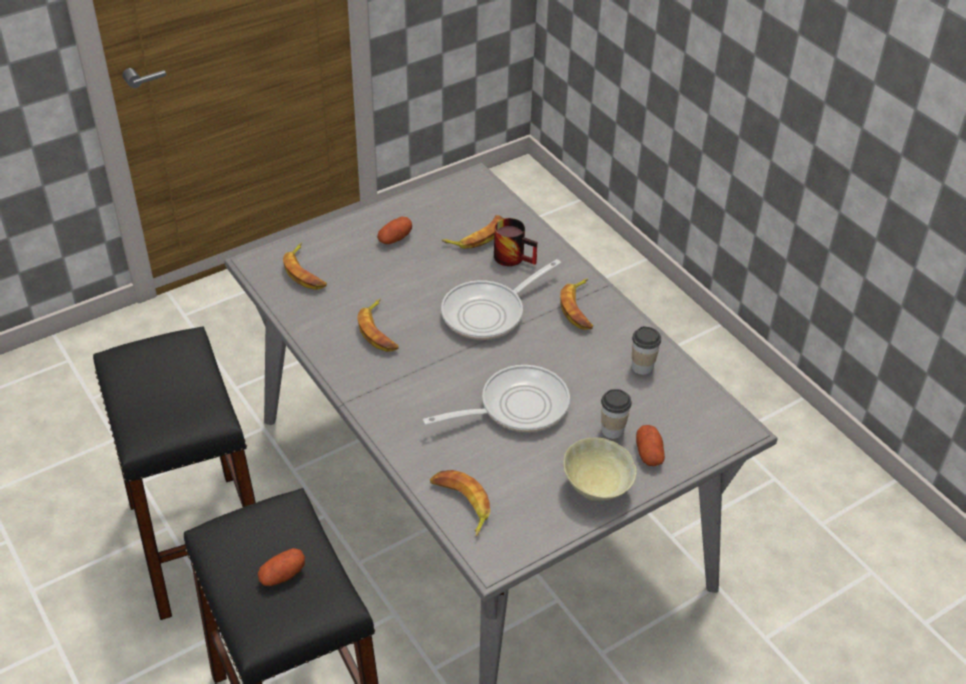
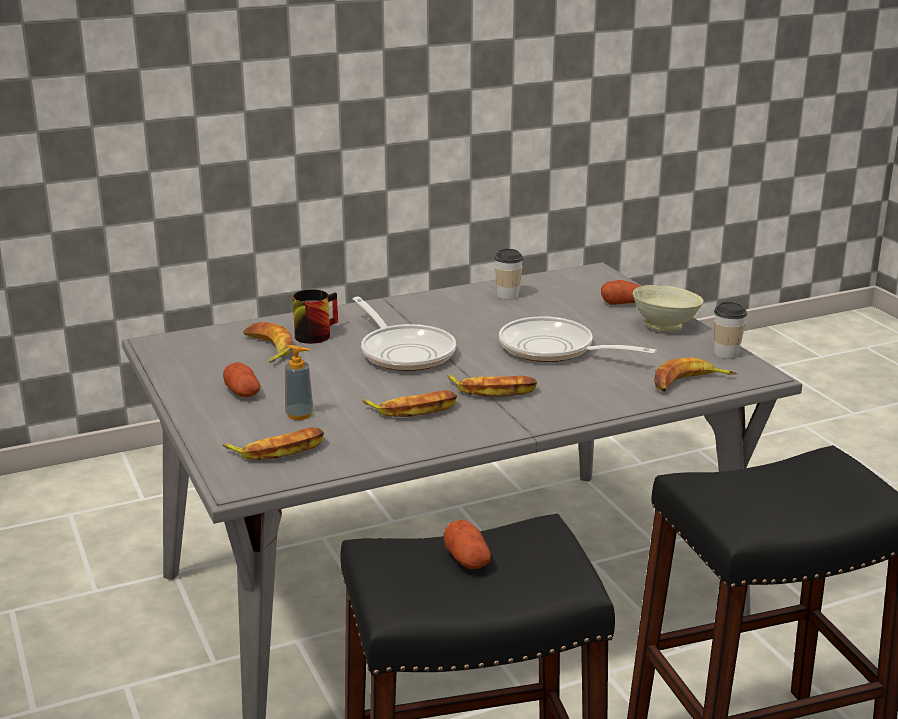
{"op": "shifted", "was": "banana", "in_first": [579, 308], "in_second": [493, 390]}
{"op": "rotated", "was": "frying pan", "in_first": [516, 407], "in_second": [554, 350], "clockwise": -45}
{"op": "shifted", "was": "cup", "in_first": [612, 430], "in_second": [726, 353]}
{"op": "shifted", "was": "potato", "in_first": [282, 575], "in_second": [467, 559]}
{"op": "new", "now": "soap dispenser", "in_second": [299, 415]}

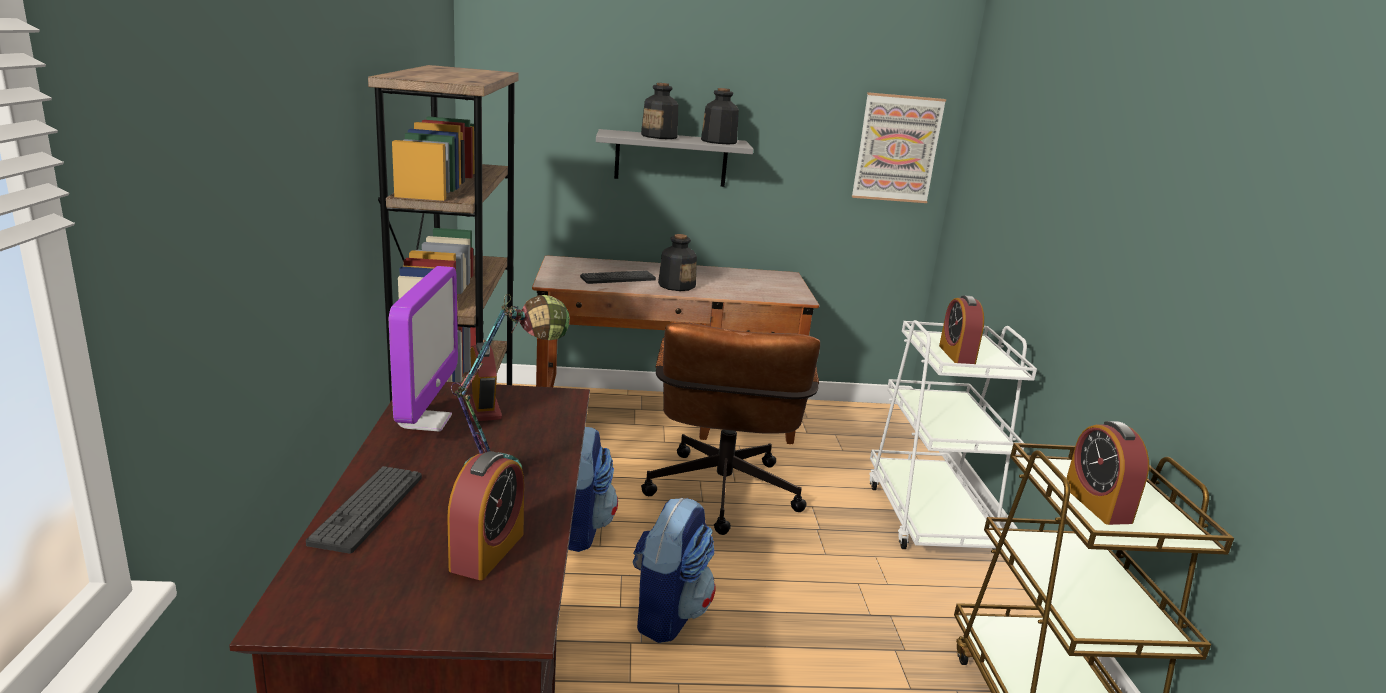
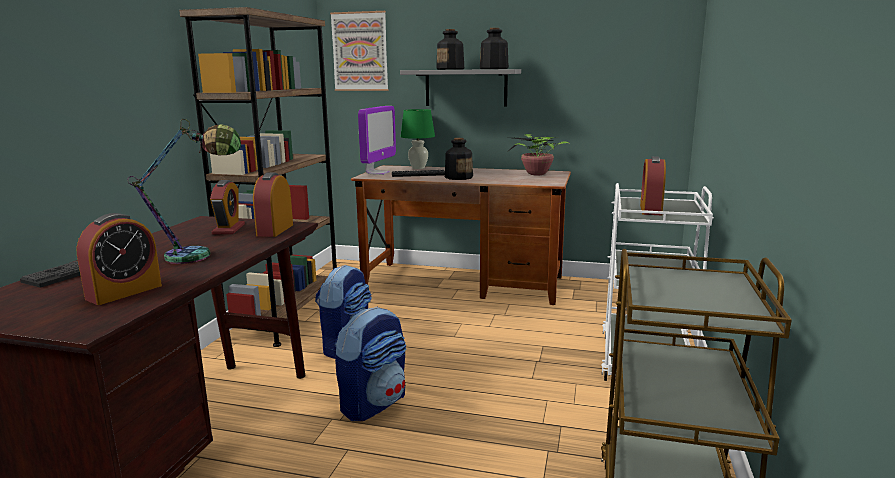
{"op": "shifted", "was": "picture", "in_first": [897, 148], "in_second": [360, 51]}
{"op": "shifted", "was": "monitor", "in_first": [425, 421], "in_second": [377, 173]}
{"op": "gone", "was": "brown office chair", "in_first": [721, 499]}
{"op": "shifted", "was": "alarm clock", "in_first": [1097, 504], "in_second": [275, 230]}
{"op": "new", "now": "green table lamp", "in_second": [418, 168]}
{"op": "new", "now": "potted plant", "in_second": [535, 174]}

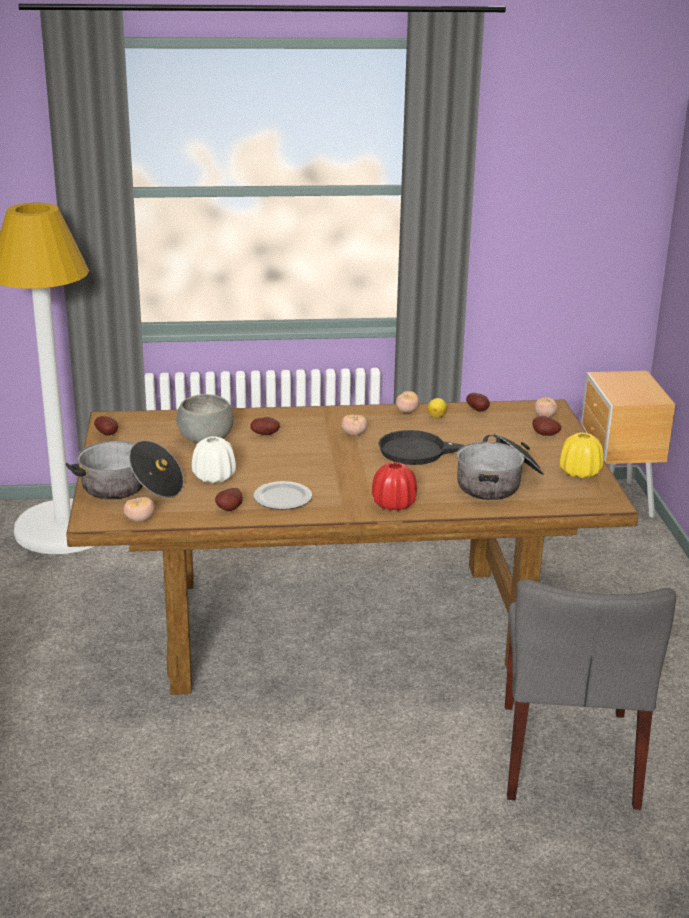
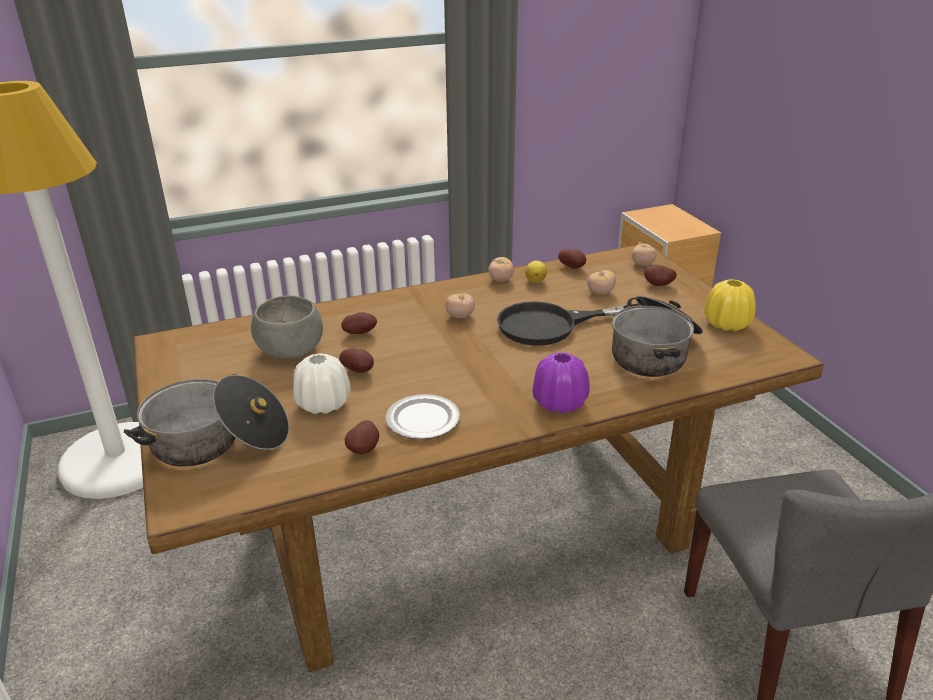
{"op": "shifted", "was": "potato", "in_first": [108, 434], "in_second": [359, 371]}
{"op": "repainted", "was": "red vase", "now": "purple vase", "in_first": [394, 504], "in_second": [559, 403]}
{"op": "shifted", "was": "tomato", "in_first": [139, 520], "in_second": [600, 292]}

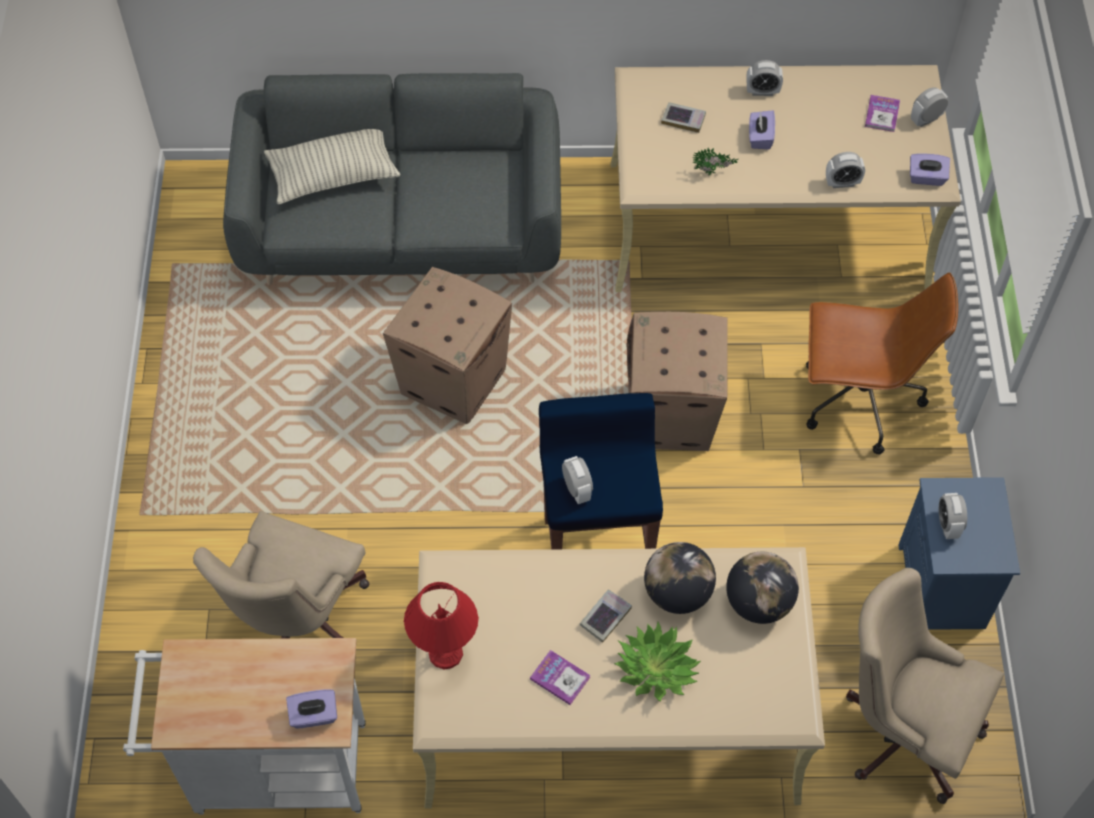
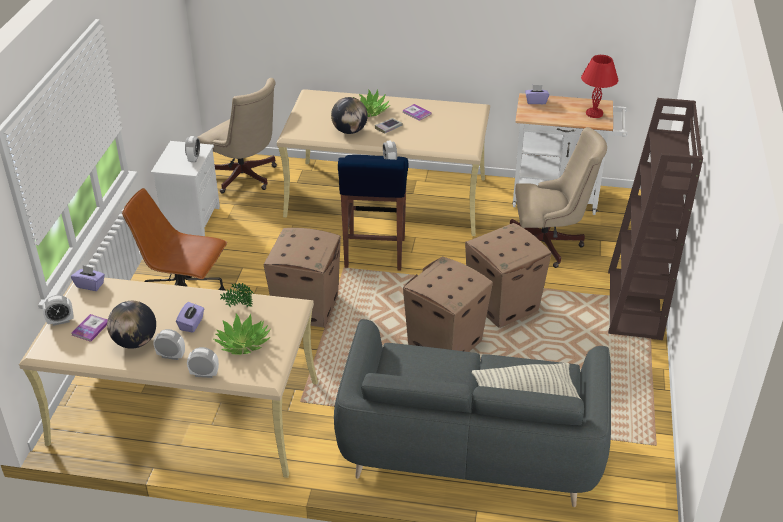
{"op": "swapped", "was": "book", "now": "potted plant", "in_first": [683, 119], "in_second": [243, 343]}
{"op": "shifted", "was": "alarm clock", "in_first": [842, 183], "in_second": [204, 374]}
{"op": "repainted", "was": "blue nightstand", "now": "white nightstand", "in_first": [943, 589], "in_second": [191, 219]}
{"op": "rotated", "was": "beige office chair", "in_first": [297, 622], "in_second": [549, 245], "clockwise": 60}
{"op": "shifted", "was": "globe", "in_first": [758, 603], "in_second": [135, 342]}
{"op": "shifted", "was": "red table lamp", "in_first": [444, 652], "in_second": [594, 114]}
{"op": "new", "now": "brown bookcase", "in_second": [635, 305]}
{"op": "new", "now": "cardboard box", "in_second": [503, 305]}

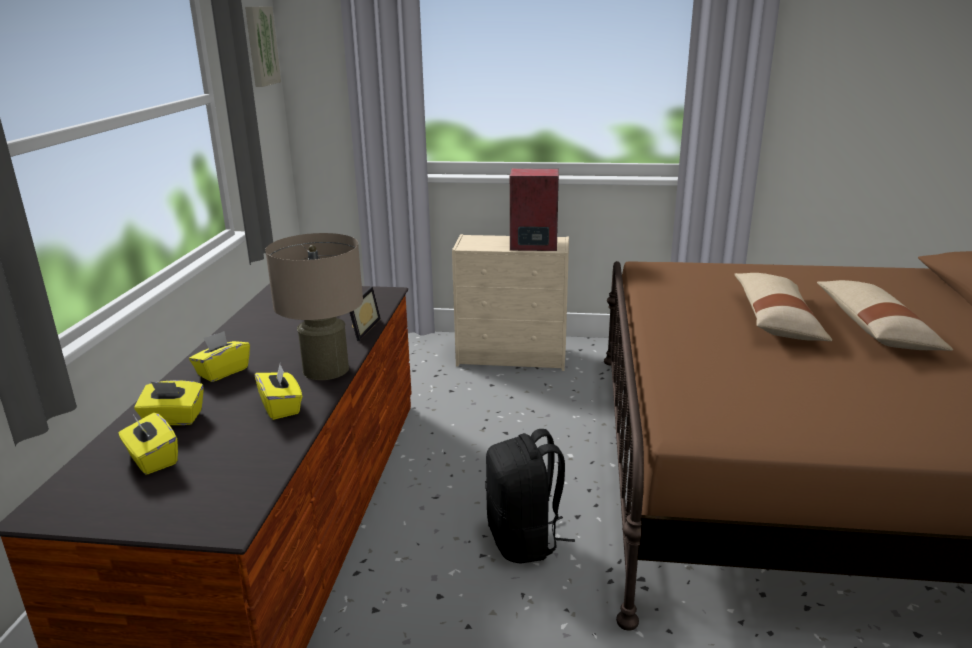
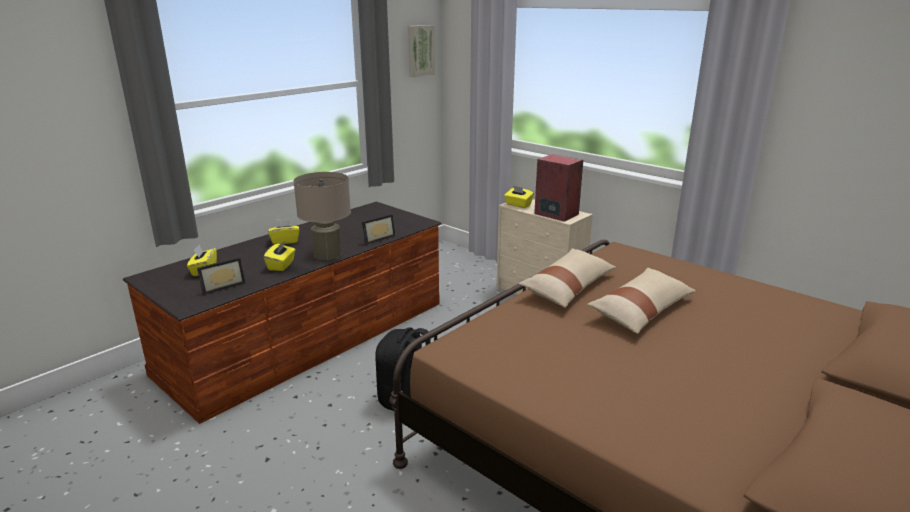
{"op": "shifted", "was": "beige pillow", "in_first": [875, 329], "in_second": [568, 287]}
{"op": "shifted", "was": "yellow tissue box", "in_first": [173, 419], "in_second": [518, 205]}
{"op": "new", "now": "picture frame", "in_second": [222, 286]}

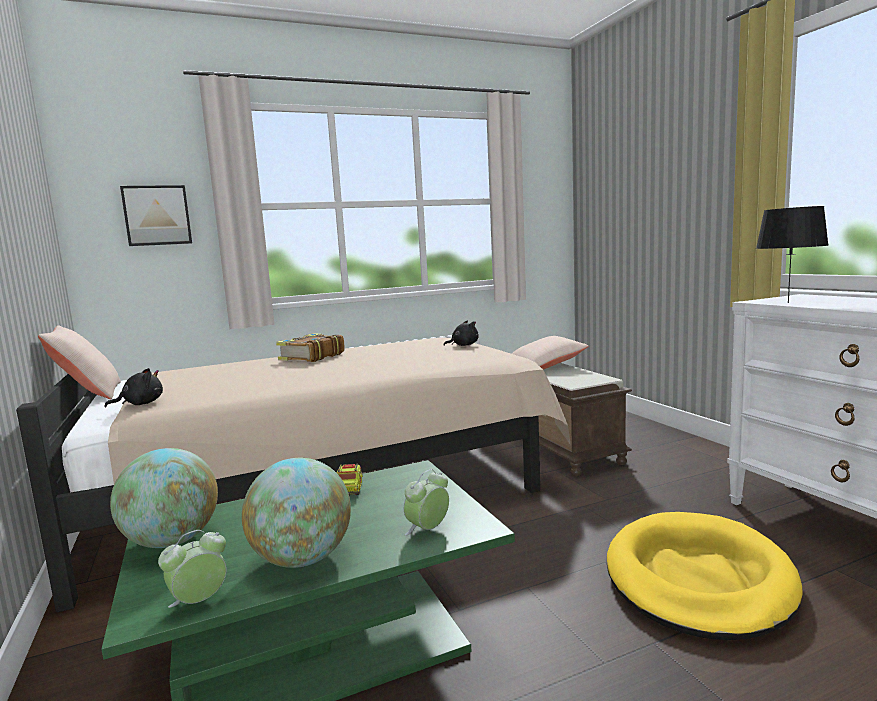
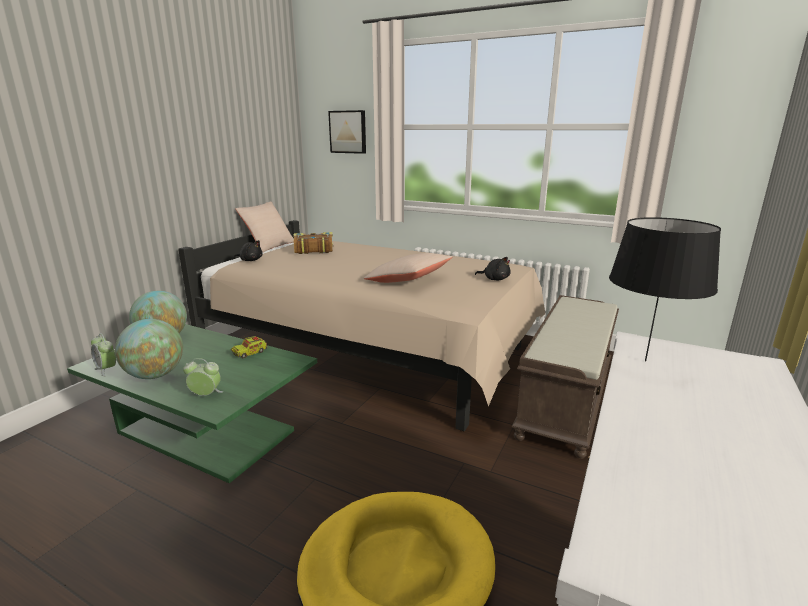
{"op": "shifted", "was": "book", "in_first": [311, 357], "in_second": [313, 249]}
{"op": "shifted", "was": "beige pillow", "in_first": [545, 365], "in_second": [408, 280]}
{"op": "rotated", "was": "alarm clock", "in_first": [199, 601], "in_second": [107, 369], "clockwise": -150}

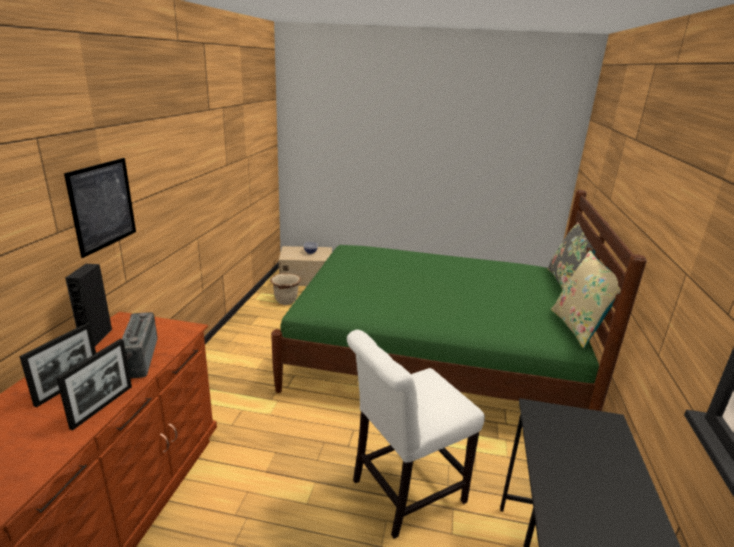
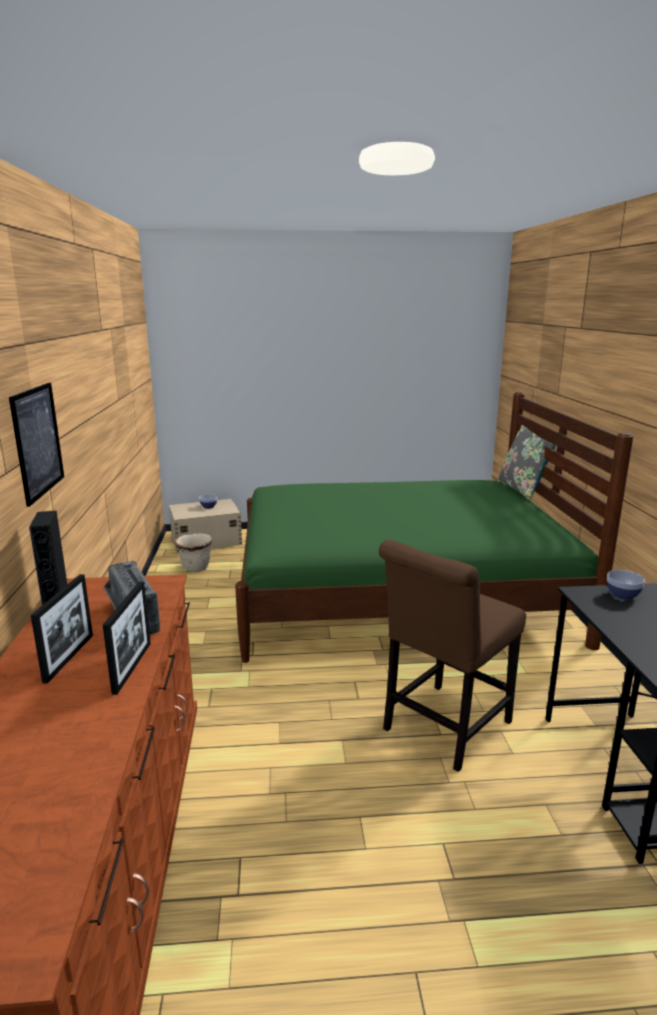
{"op": "gone", "was": "beige pillow", "in_first": [578, 328]}
{"op": "repainted", "was": "white chair", "now": "brown chair", "in_first": [403, 493], "in_second": [442, 729]}
{"op": "new", "now": "bowl", "in_second": [622, 595]}

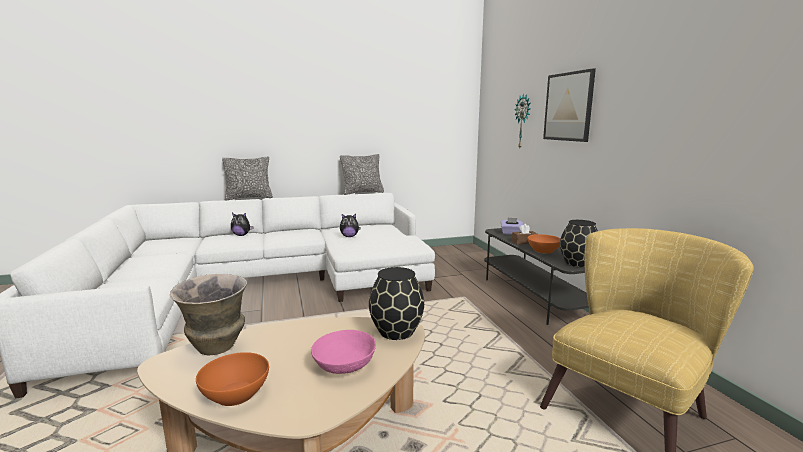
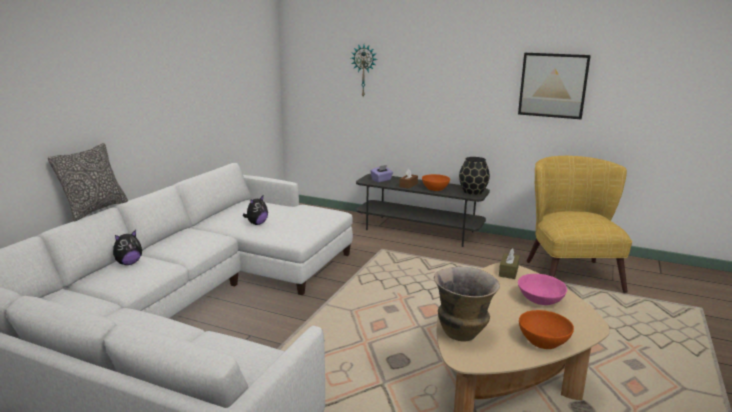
{"op": "shifted", "was": "picture", "in_first": [568, 107], "in_second": [553, 85]}
{"op": "gone", "was": "pillow", "in_first": [362, 192]}
{"op": "swapped", "was": "black vase", "now": "brown tissue box", "in_first": [397, 331], "in_second": [508, 271]}

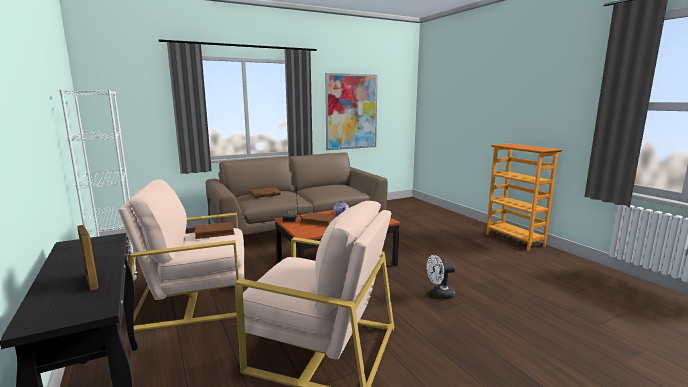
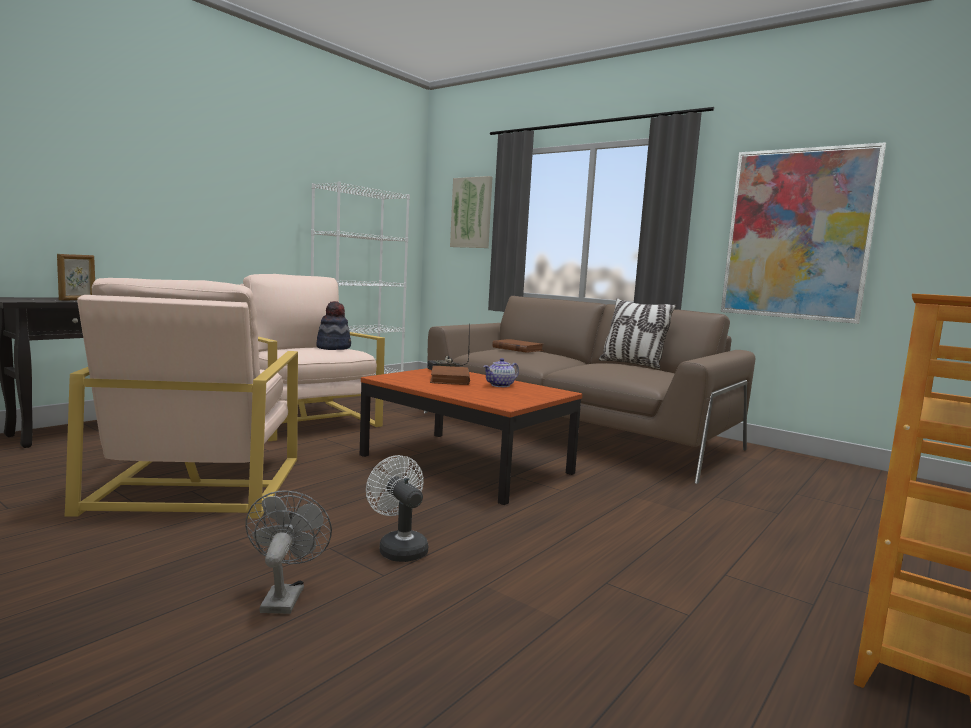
{"op": "swapped", "was": "brown book", "now": "hat", "in_first": [215, 232], "in_second": [333, 347]}
{"op": "new", "now": "picture", "in_second": [471, 213]}
{"op": "new", "now": "pillow", "in_second": [632, 364]}
{"op": "new", "now": "grey fan", "in_second": [284, 596]}

